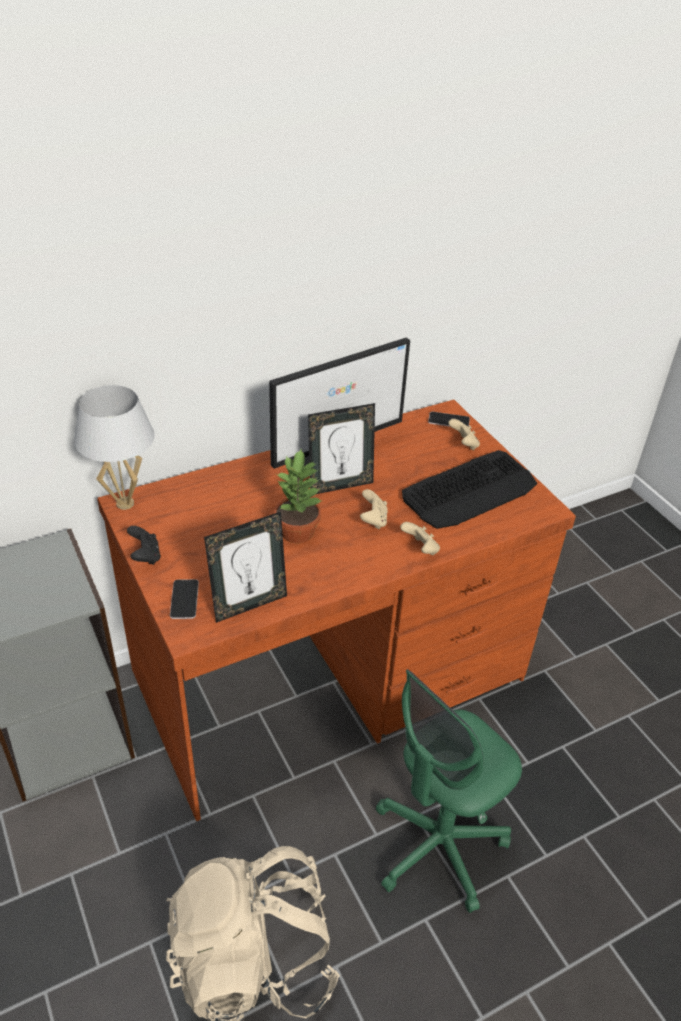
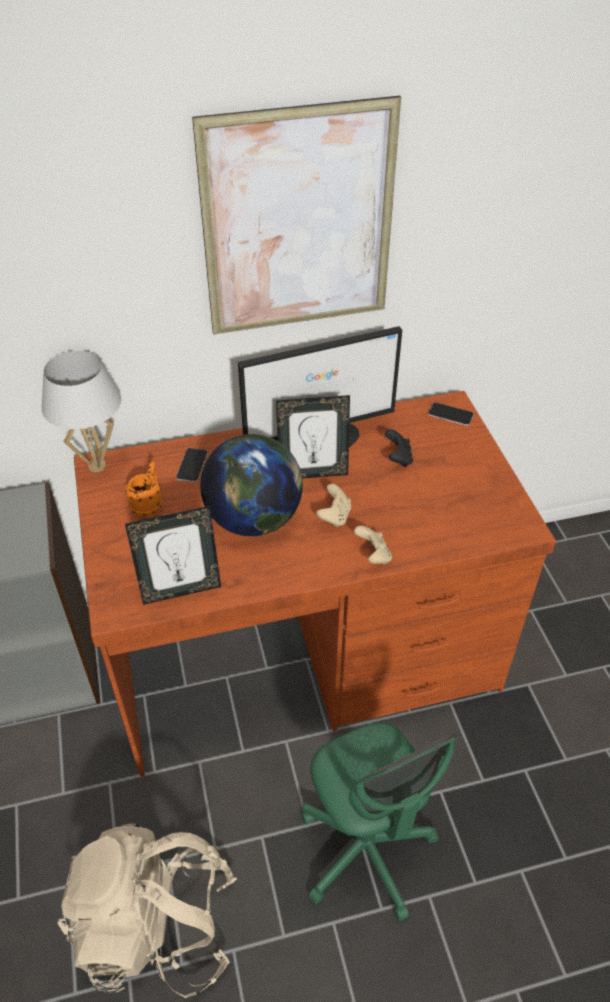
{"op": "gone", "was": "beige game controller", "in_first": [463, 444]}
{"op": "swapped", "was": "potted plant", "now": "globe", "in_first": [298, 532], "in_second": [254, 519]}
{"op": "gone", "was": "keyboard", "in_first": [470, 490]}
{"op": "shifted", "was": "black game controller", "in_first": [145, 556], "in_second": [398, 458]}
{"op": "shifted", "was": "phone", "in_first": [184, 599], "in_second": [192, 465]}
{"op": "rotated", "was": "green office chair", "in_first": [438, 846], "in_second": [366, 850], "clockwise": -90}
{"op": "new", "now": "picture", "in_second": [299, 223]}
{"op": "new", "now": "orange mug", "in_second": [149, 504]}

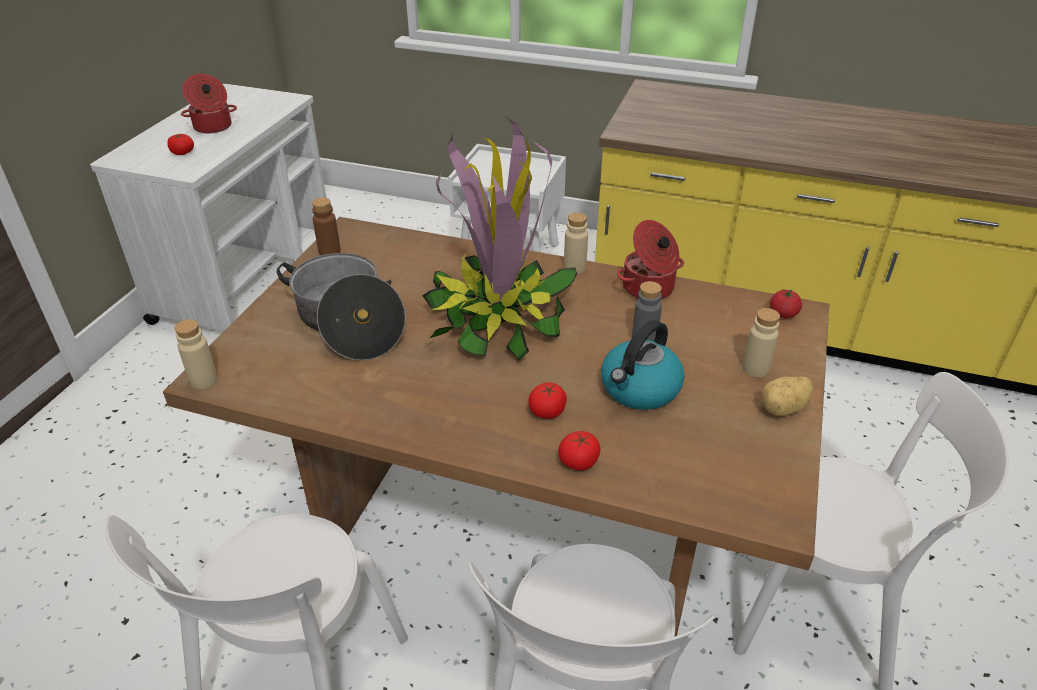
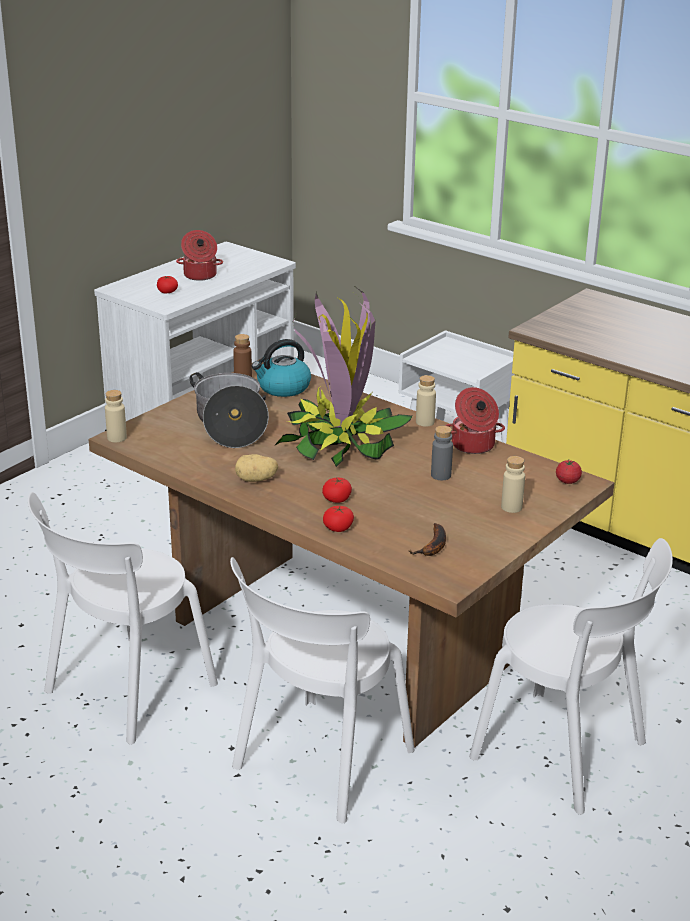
{"op": "shifted", "was": "kettle", "in_first": [639, 389], "in_second": [283, 388]}
{"op": "shifted", "was": "potato", "in_first": [784, 409], "in_second": [256, 480]}
{"op": "new", "now": "banana", "in_second": [433, 547]}

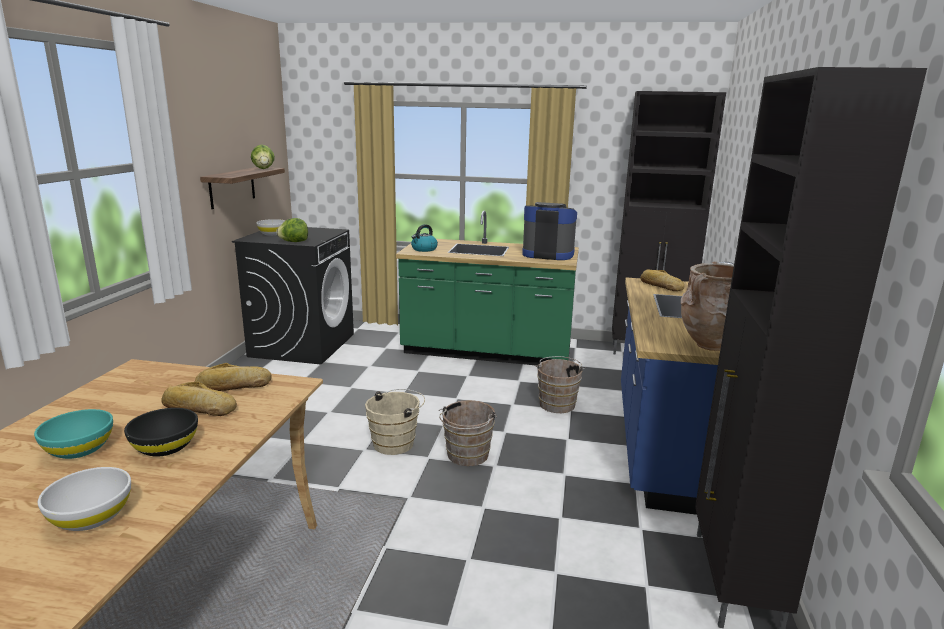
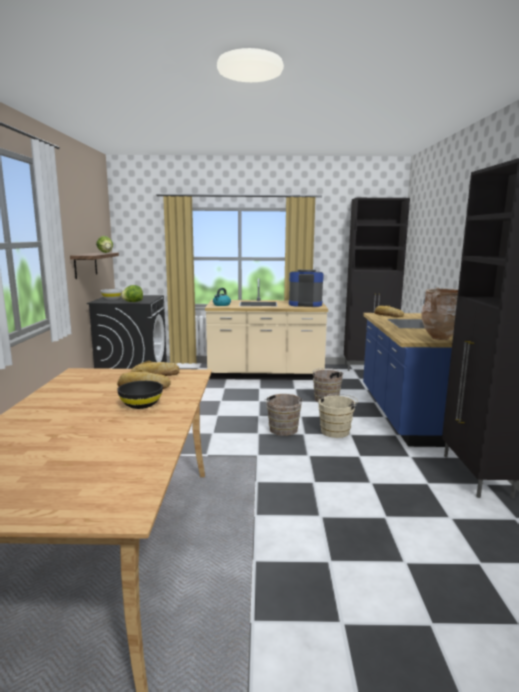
{"op": "repainted", "was": "green counter", "now": "beige counter", "in_first": [487, 351], "in_second": [265, 374]}
{"op": "shifted", "was": "beige bucket", "in_first": [396, 443], "in_second": [336, 431]}
{"op": "gone", "was": "turquoise bowl", "in_first": [79, 449]}
{"op": "gone", "was": "white bowl", "in_first": [92, 517]}

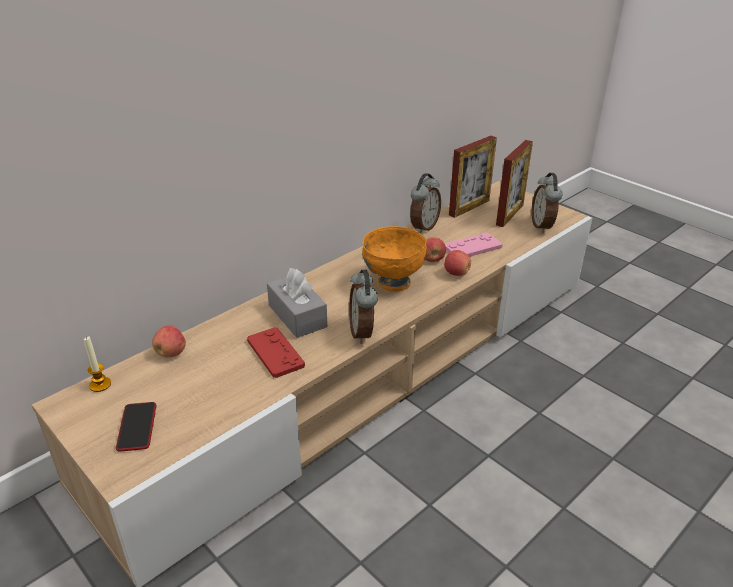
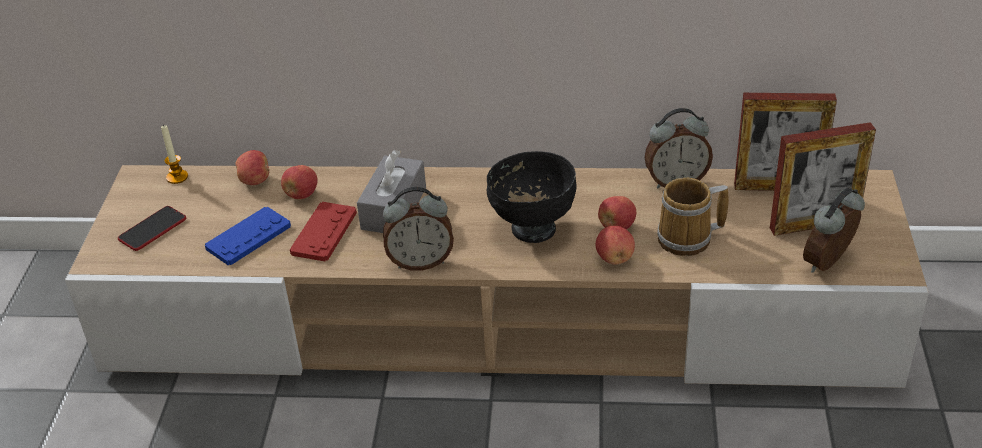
{"op": "repainted", "was": "orange bowl", "now": "black bowl", "in_first": [392, 282], "in_second": [532, 227]}
{"op": "swapped", "was": "pink game controller", "now": "mug", "in_first": [472, 247], "in_second": [688, 239]}
{"op": "rotated", "was": "alarm clock", "in_first": [363, 332], "in_second": [420, 262], "clockwise": -135}
{"op": "new", "now": "apple", "in_second": [301, 195]}
{"op": "new", "now": "blue game controller", "in_second": [248, 237]}

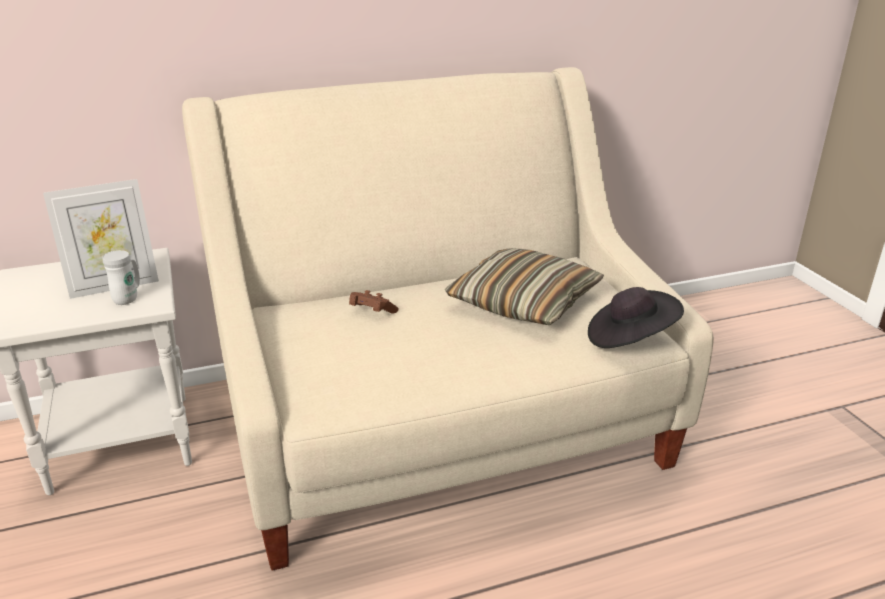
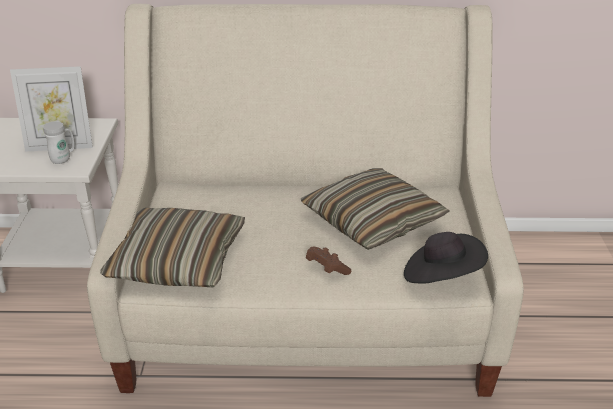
{"op": "shifted", "was": "brown game controller", "in_first": [371, 312], "in_second": [326, 269]}
{"op": "new", "now": "pillow", "in_second": [177, 261]}

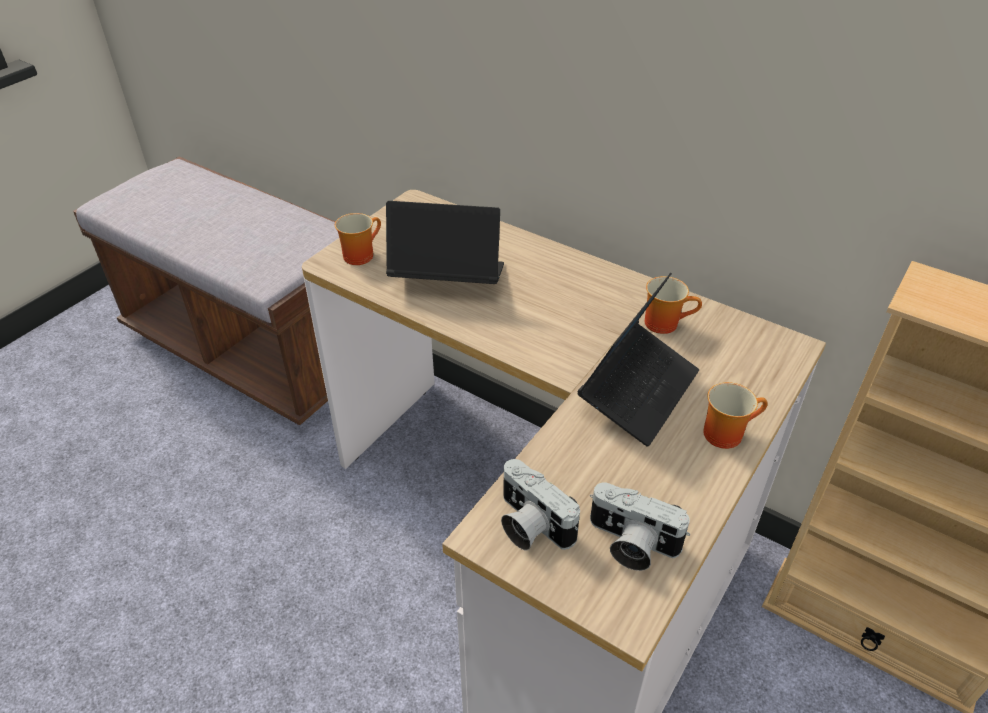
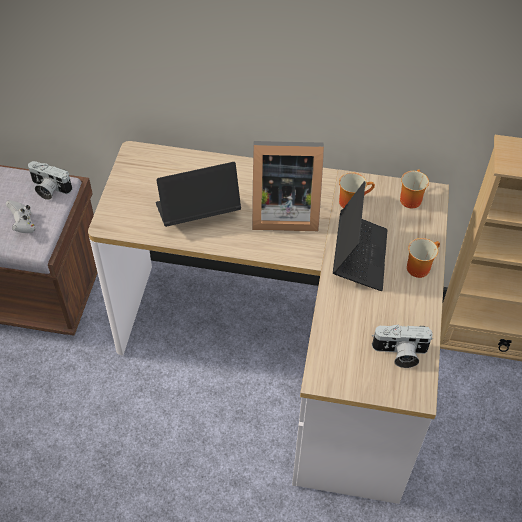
{"op": "shifted", "was": "mug", "in_first": [359, 254], "in_second": [409, 198]}
{"op": "shifted", "was": "photo camera", "in_first": [529, 525], "in_second": [49, 189]}
{"op": "new", "now": "picture frame", "in_second": [282, 211]}
{"op": "new", "now": "white game controller", "in_second": [23, 224]}

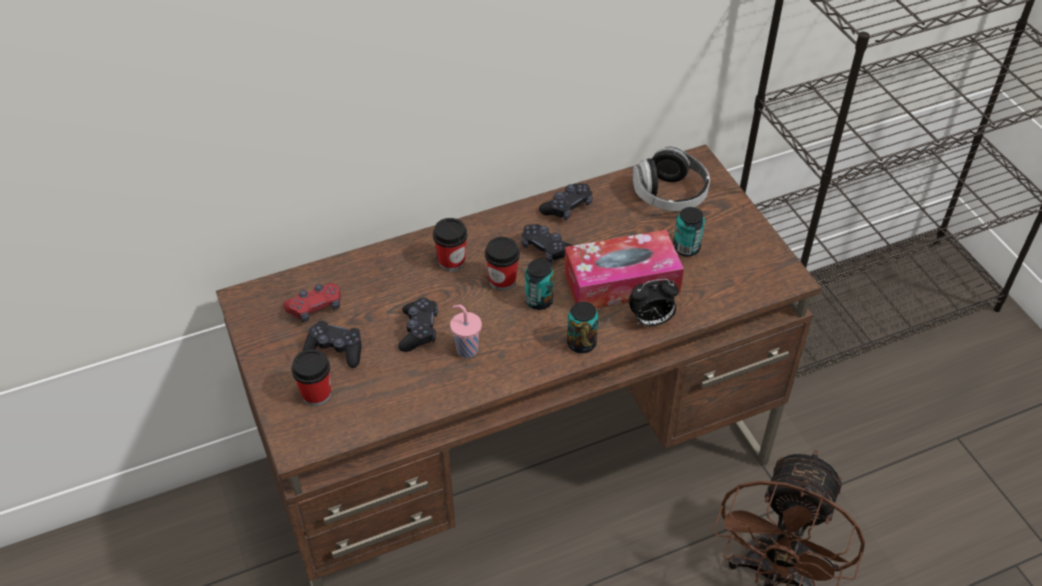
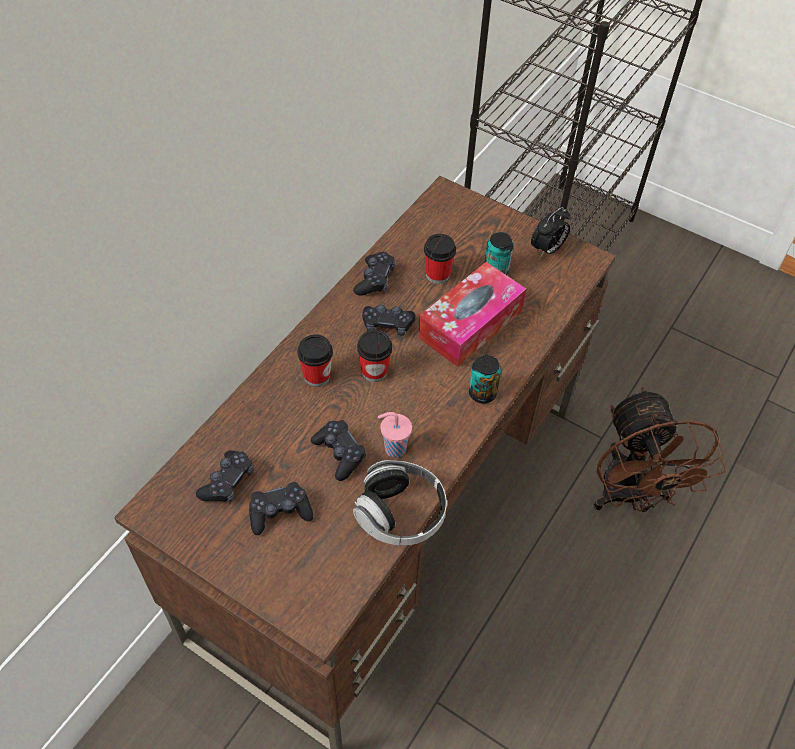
{"op": "shifted", "was": "headphones", "in_first": [670, 194], "in_second": [400, 513]}
{"op": "gone", "was": "can", "in_first": [539, 300]}
{"op": "shifted", "was": "alarm clock", "in_first": [651, 321], "in_second": [547, 249]}
{"op": "repainted", "was": "red game controller", "now": "black game controller", "in_first": [315, 307], "in_second": [228, 482]}
{"op": "shifted", "was": "cup", "in_first": [316, 394], "in_second": [437, 274]}

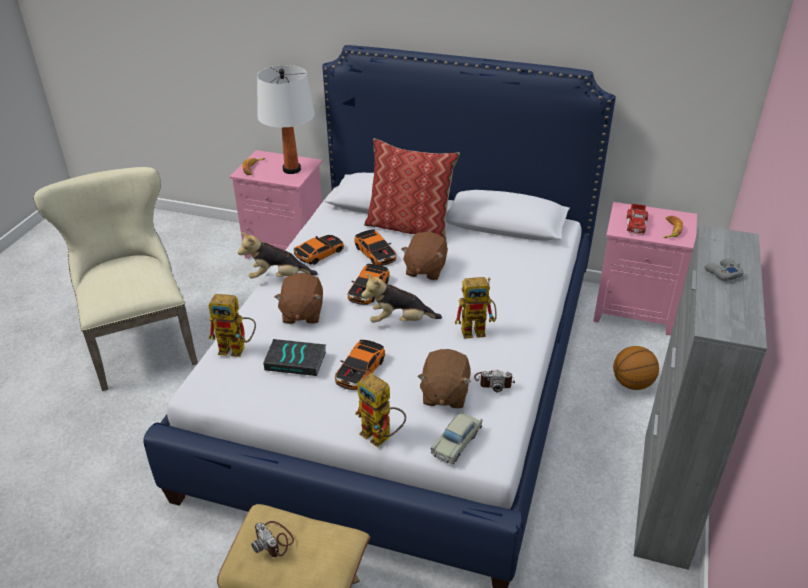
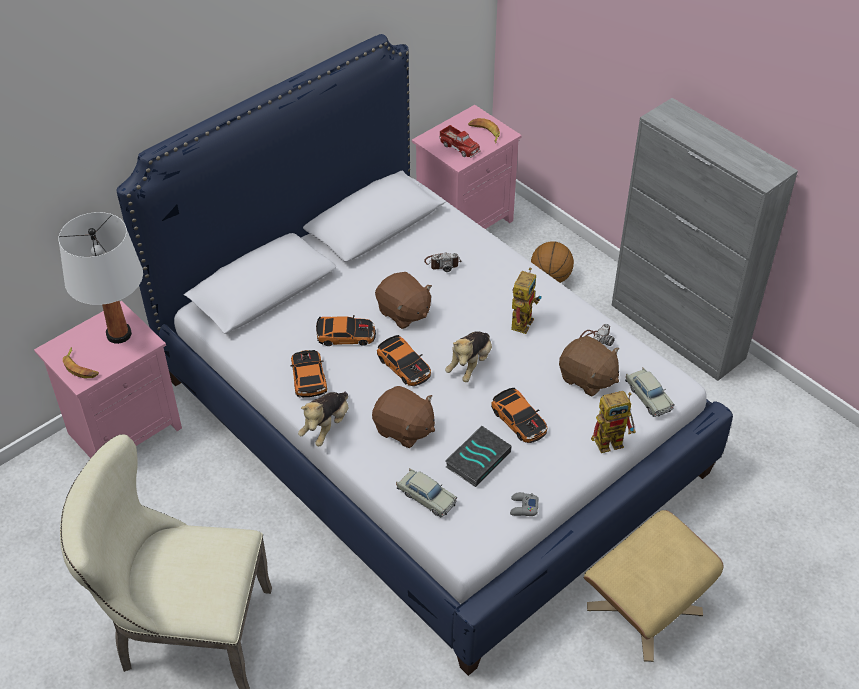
{"op": "gone", "was": "pillow", "in_first": [410, 227]}
{"op": "shifted", "was": "grey game controller", "in_first": [722, 273], "in_second": [523, 507]}
{"op": "swapped", "was": "toy robot", "now": "beige toy car", "in_first": [238, 349], "in_second": [426, 497]}
{"op": "shifted", "was": "photo camera", "in_first": [274, 540], "in_second": [442, 263]}

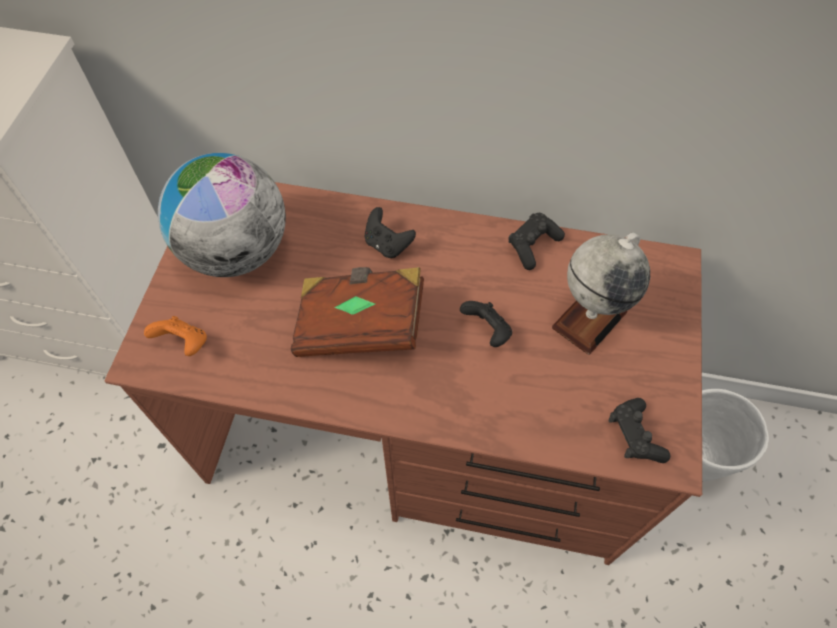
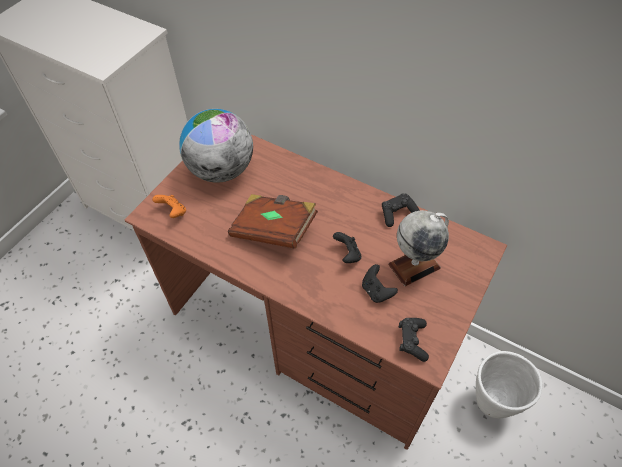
{"op": "shifted", "was": "black game controller", "in_first": [387, 244], "in_second": [376, 291]}

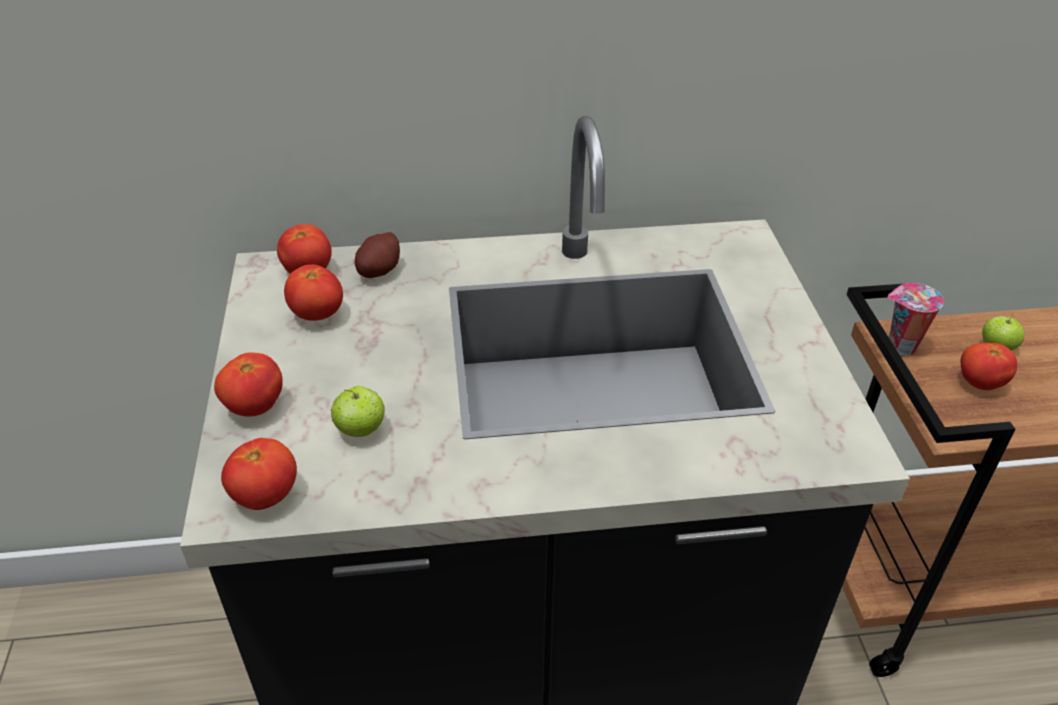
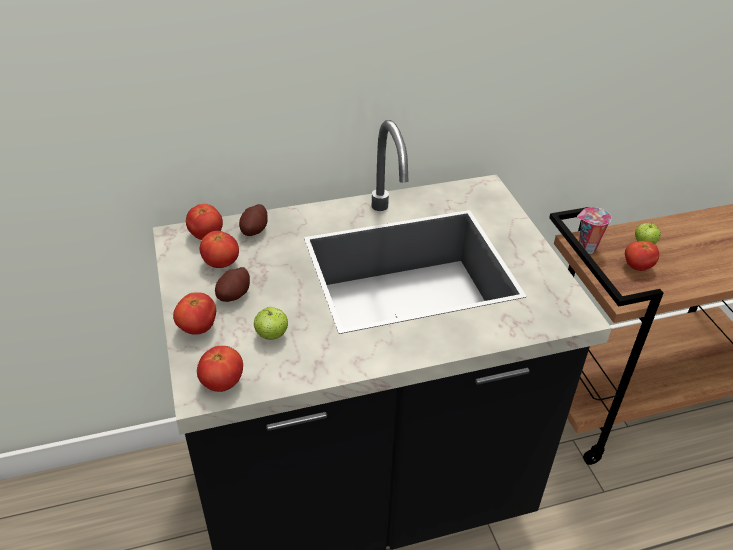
{"op": "new", "now": "potato", "in_second": [234, 295]}

